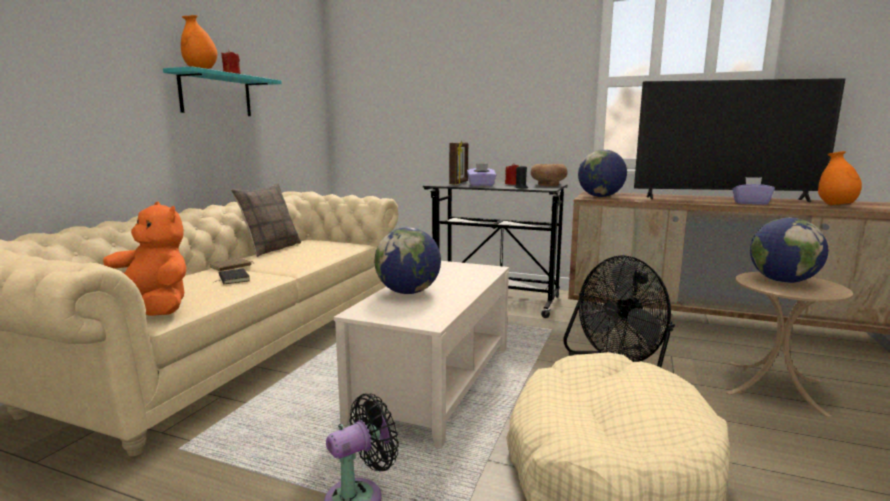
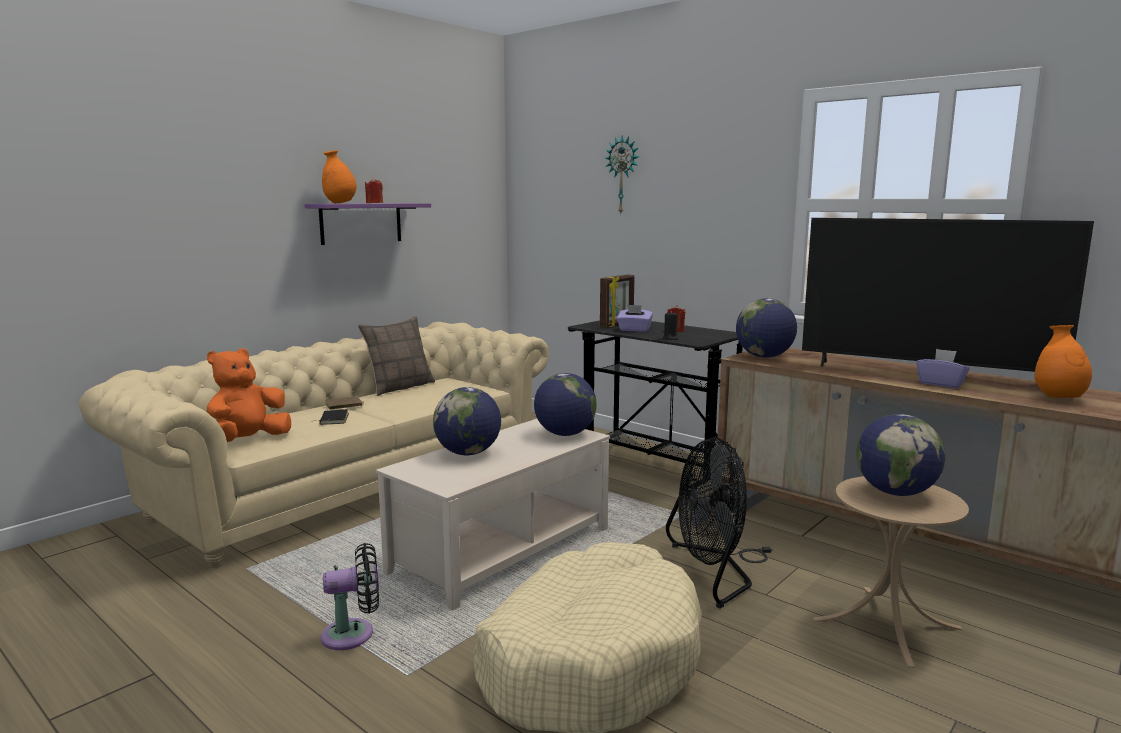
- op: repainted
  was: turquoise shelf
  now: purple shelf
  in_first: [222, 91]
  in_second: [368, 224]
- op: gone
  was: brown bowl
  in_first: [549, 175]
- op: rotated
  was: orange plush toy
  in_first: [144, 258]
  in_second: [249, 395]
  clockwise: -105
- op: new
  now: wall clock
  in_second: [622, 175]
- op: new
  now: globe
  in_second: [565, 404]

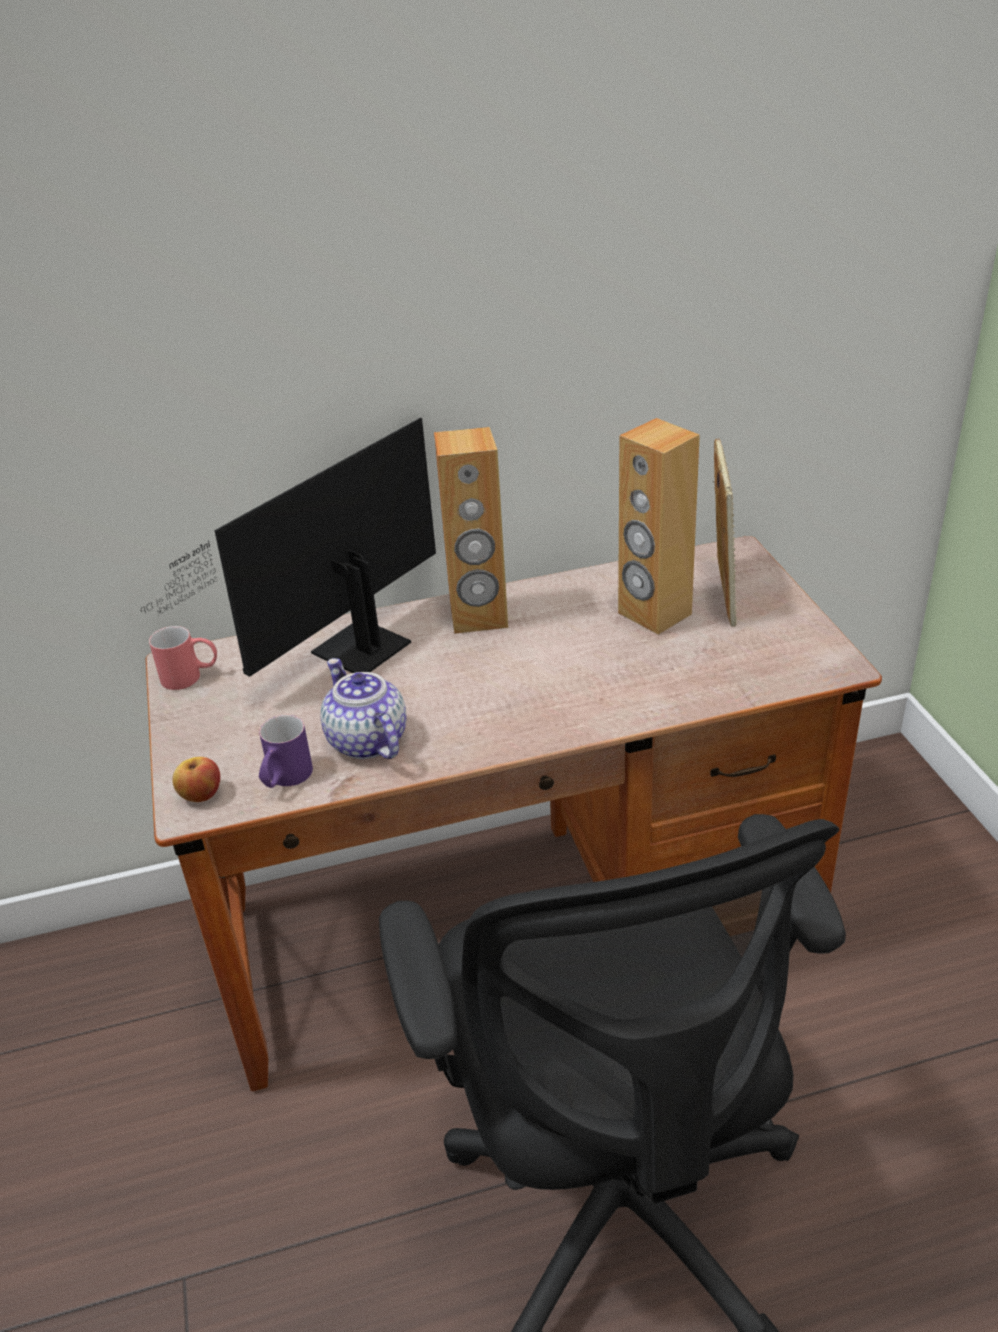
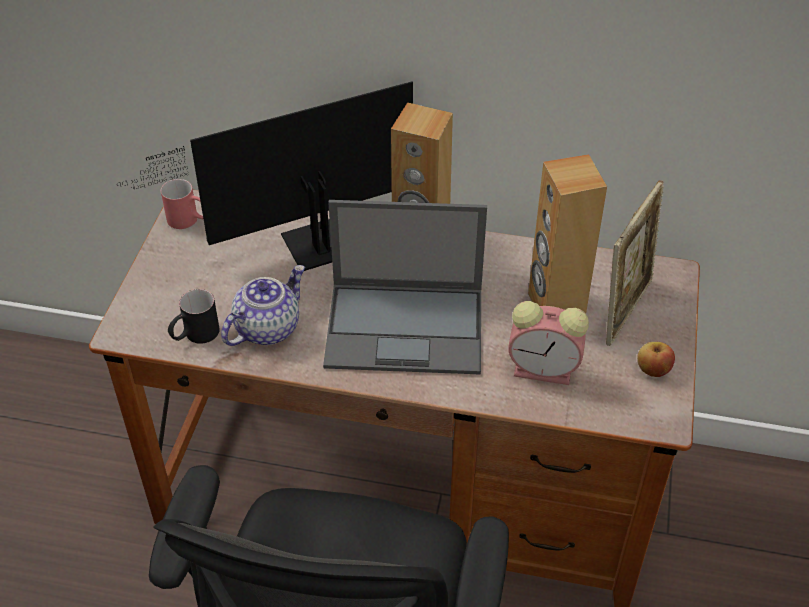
- op: rotated
  was: teapot
  in_first: [363, 708]
  in_second: [263, 305]
  clockwise: 45
- op: repainted
  was: purple mug
  now: black mug
  in_first: [286, 751]
  in_second: [194, 316]
- op: shifted
  was: apple
  in_first: [196, 779]
  in_second: [656, 359]
- op: new
  now: laptop
  in_second: [405, 287]
- op: new
  now: alarm clock
  in_second: [548, 343]

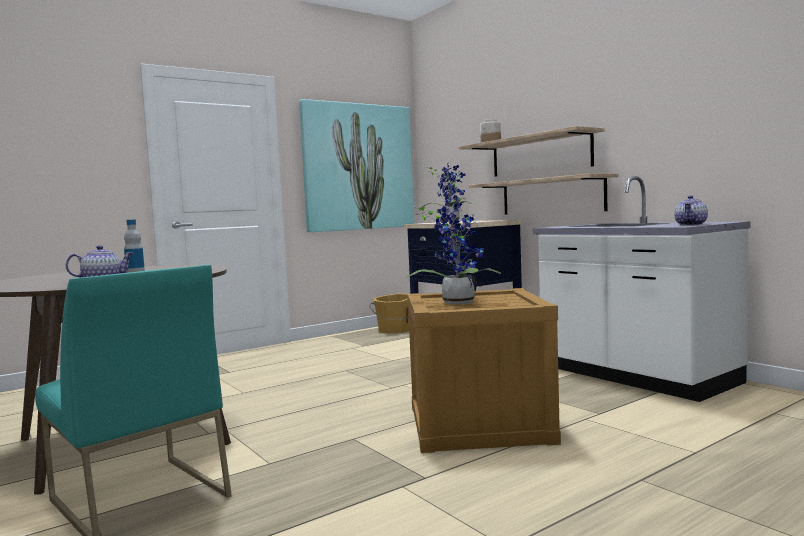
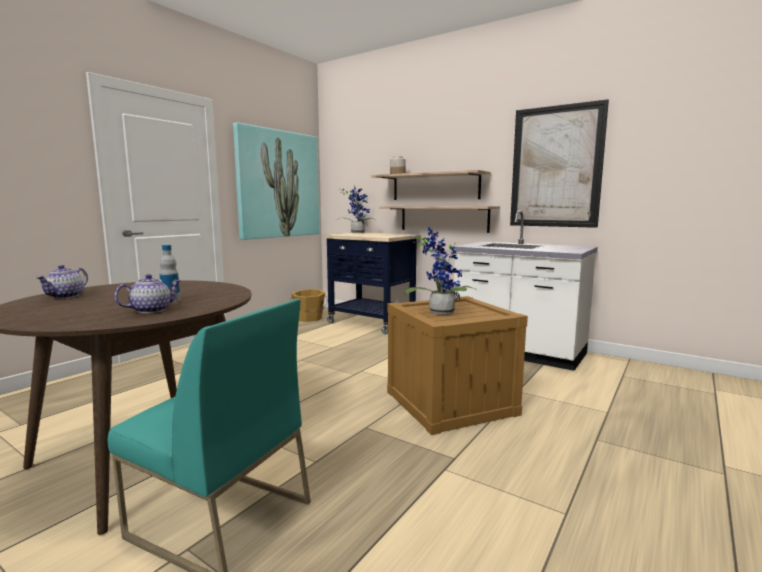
- op: shifted
  was: teapot
  in_first: [691, 210]
  in_second: [62, 282]
- op: new
  now: picture
  in_second: [559, 163]

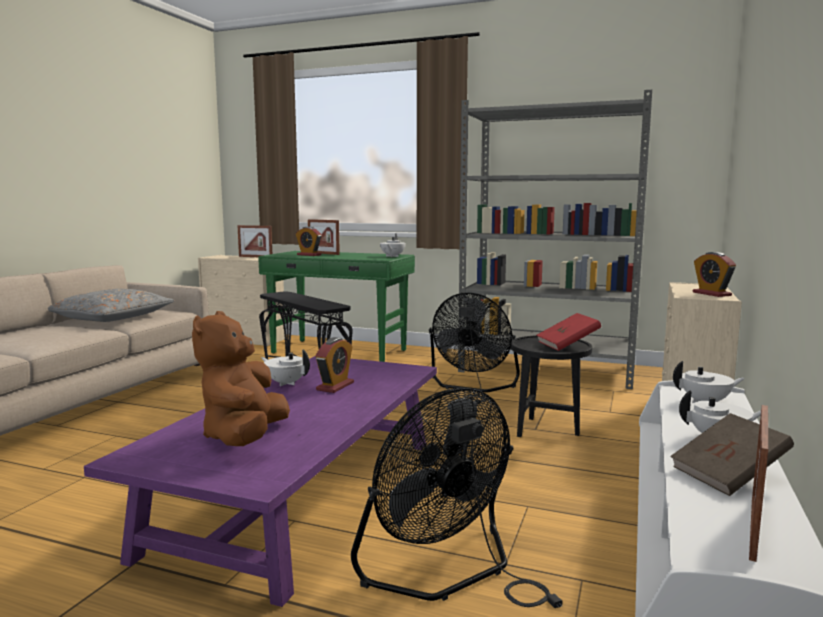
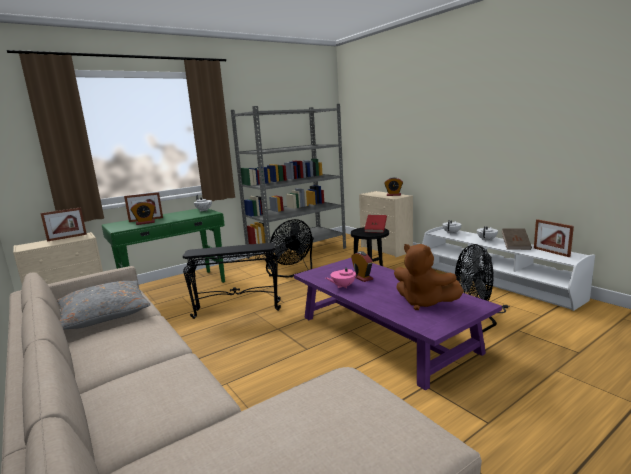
- op: repainted
  was: white teapot
  now: pink teapot
  in_first: [285, 367]
  in_second: [342, 276]

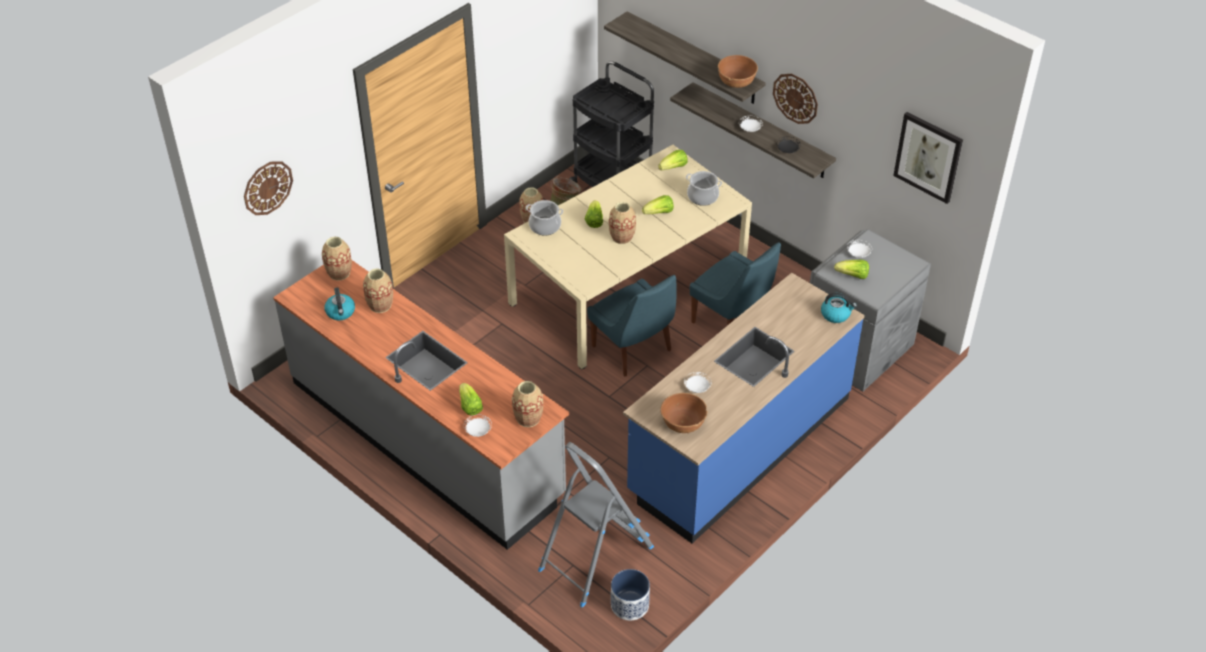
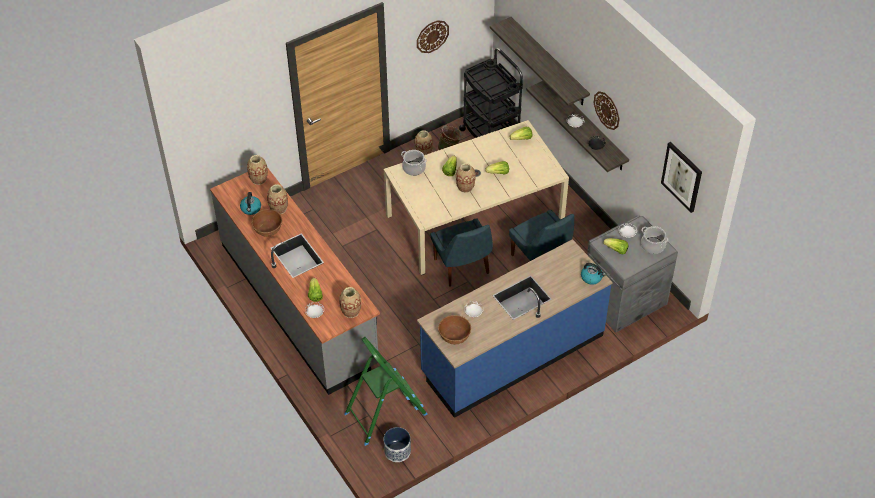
- op: shifted
  was: brown bowl
  in_first: [738, 71]
  in_second: [267, 223]
- op: shifted
  was: wall clock
  in_first: [268, 188]
  in_second: [433, 36]
- op: shifted
  was: cooking pot
  in_first: [704, 188]
  in_second: [655, 240]
- op: repainted
  was: grey step ladder
  now: green step ladder
  in_first: [596, 524]
  in_second: [386, 391]

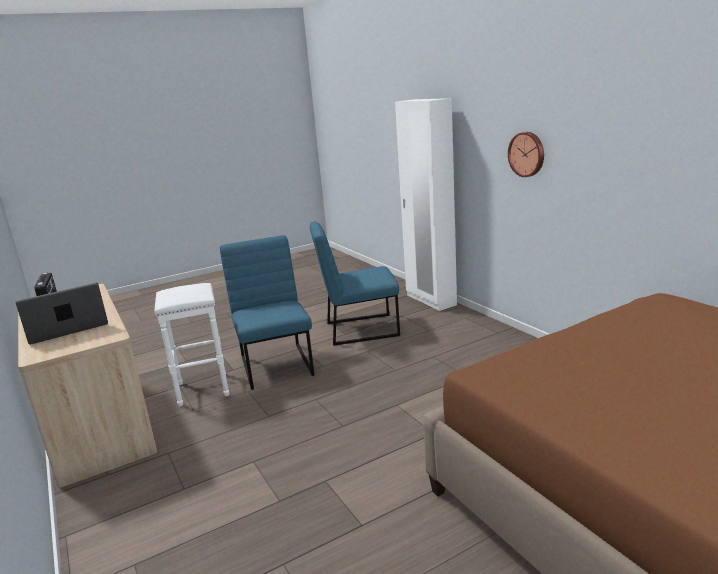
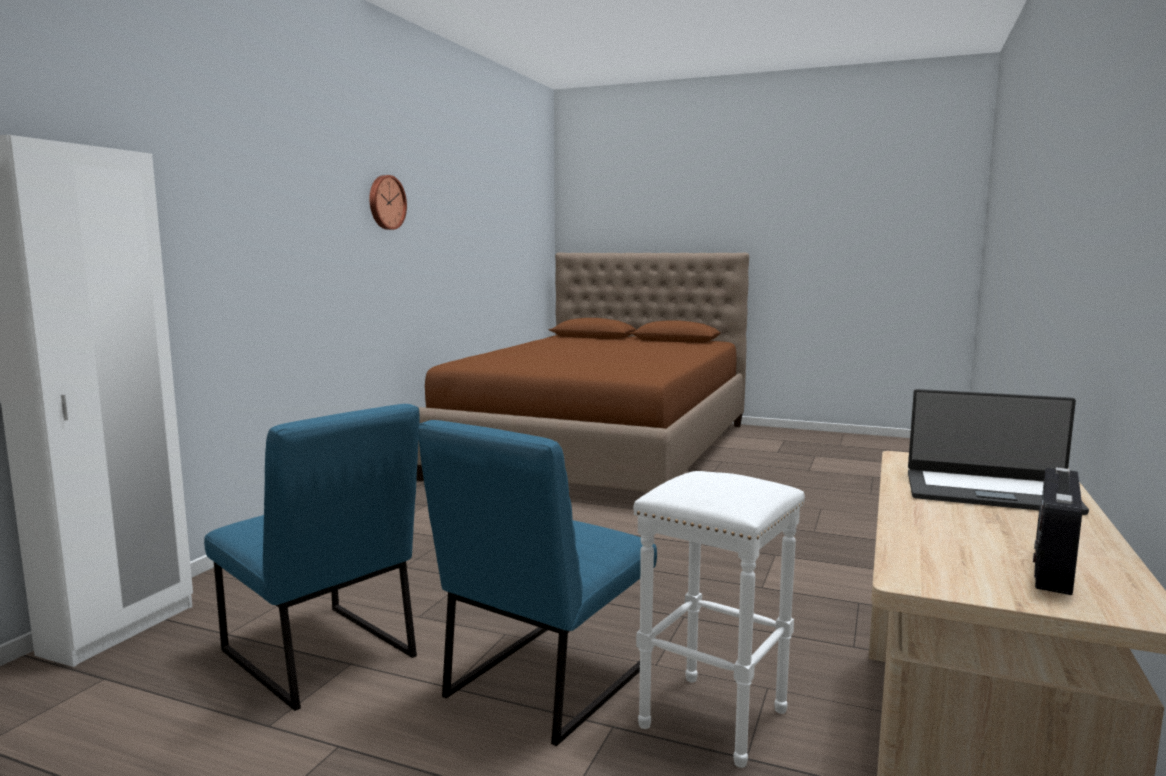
- op: shifted
  was: wall clock
  in_first: [526, 154]
  in_second: [388, 202]

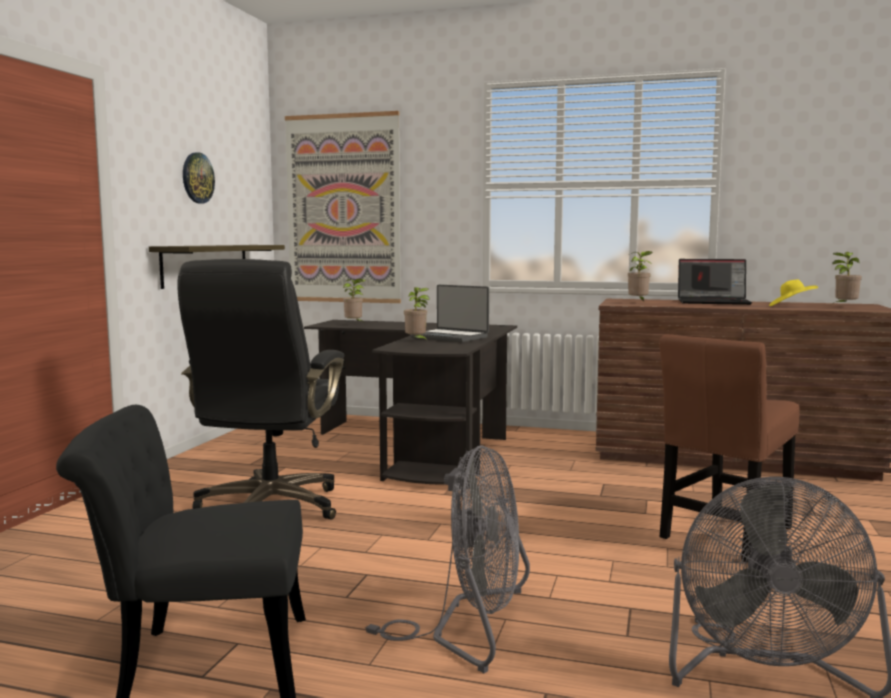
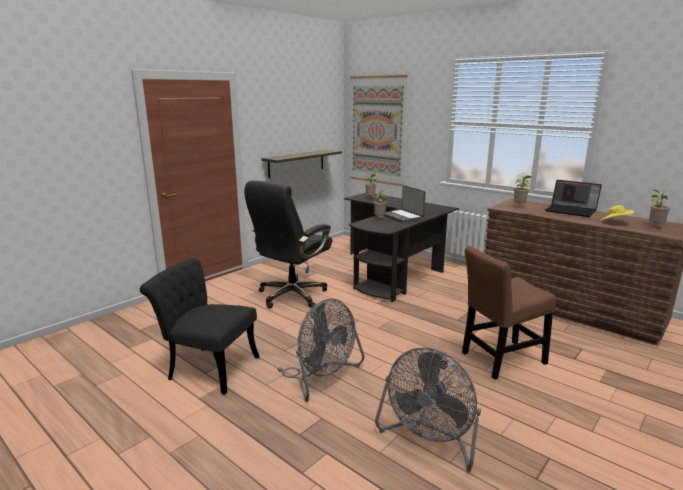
- op: gone
  was: wall clock
  in_first: [199, 178]

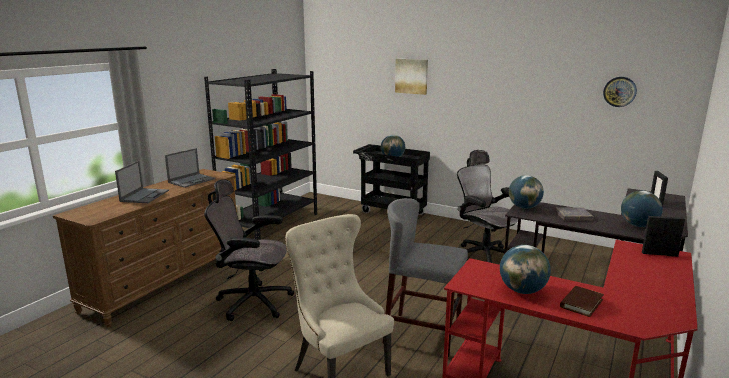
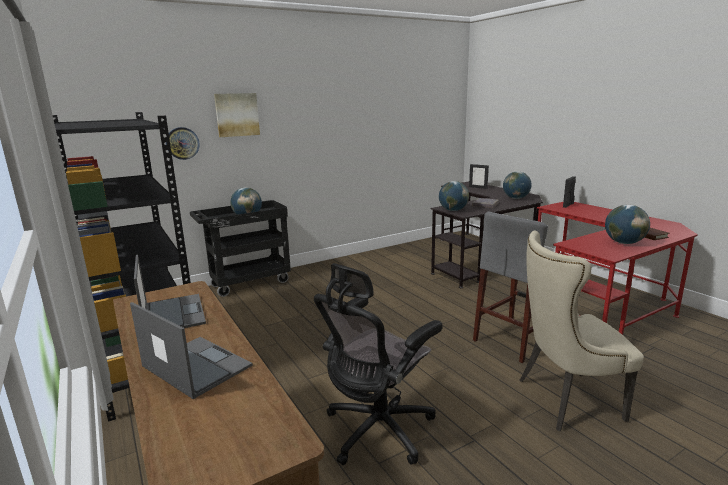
- op: shifted
  was: wall clock
  in_first: [620, 92]
  in_second: [183, 143]
- op: gone
  was: office chair
  in_first: [487, 206]

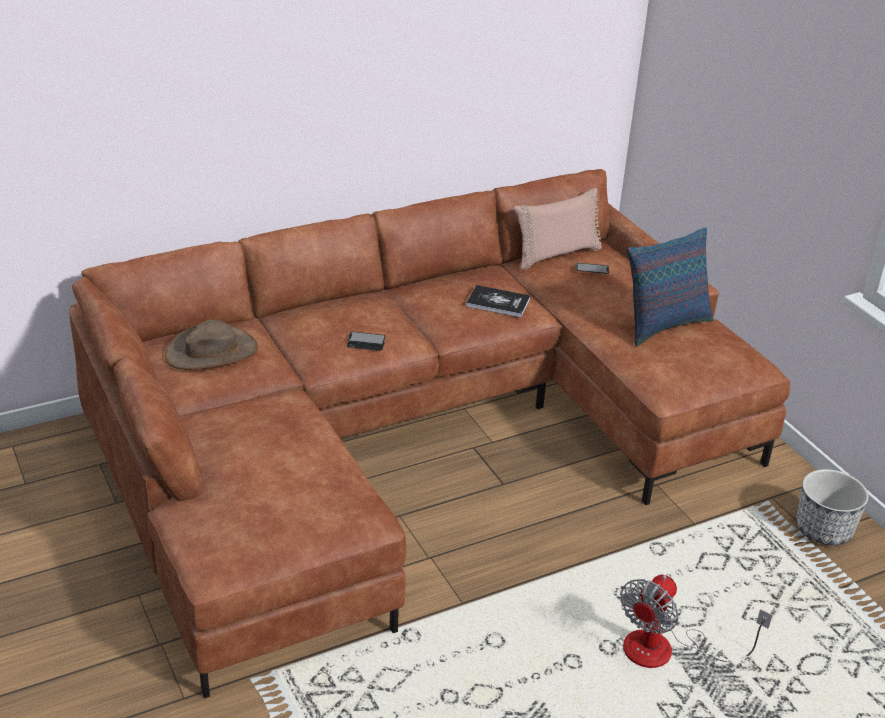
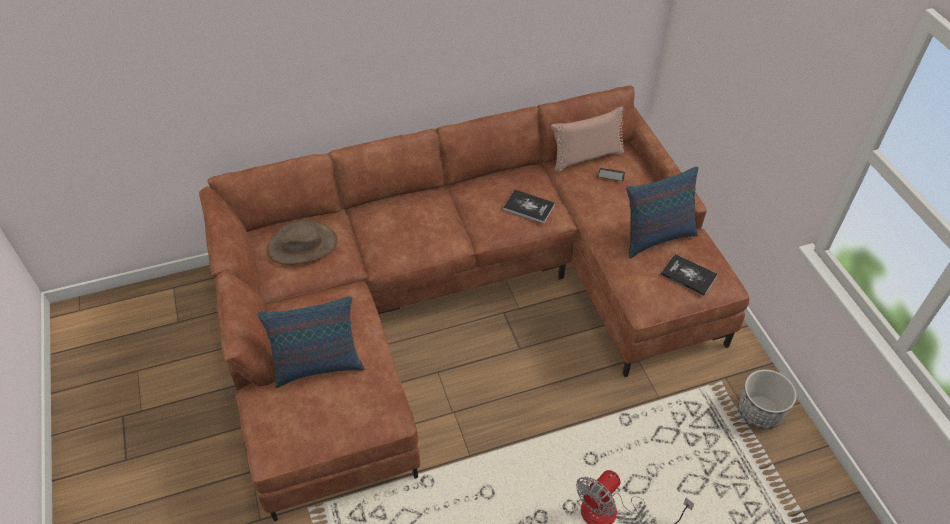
- op: gone
  was: phone
  in_first: [366, 341]
- op: new
  now: book
  in_second: [689, 275]
- op: new
  now: blue pillow
  in_second: [311, 342]

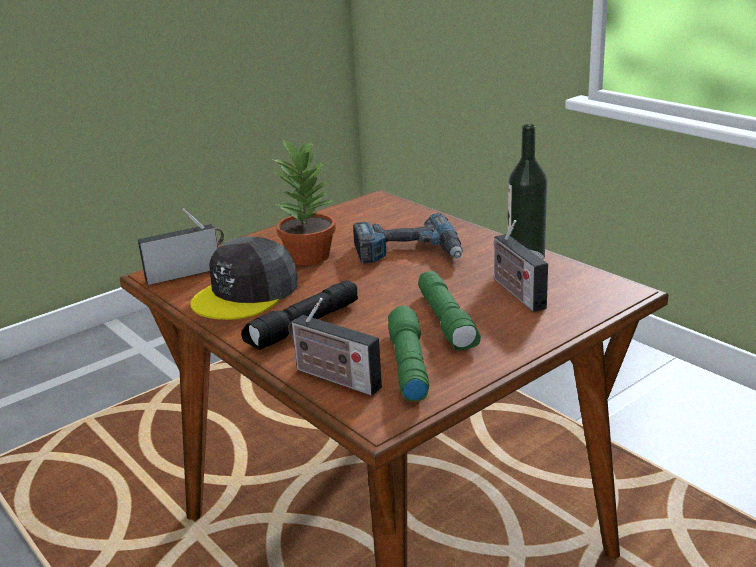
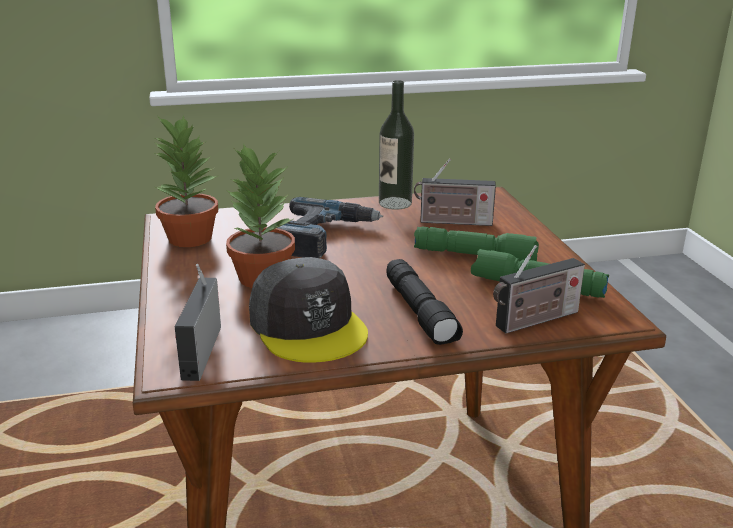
- op: new
  now: potted plant
  in_second: [186, 181]

